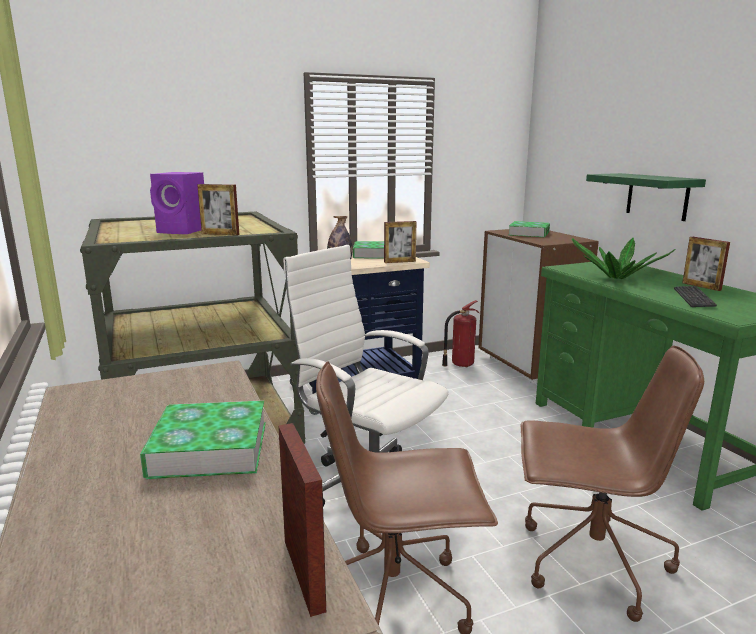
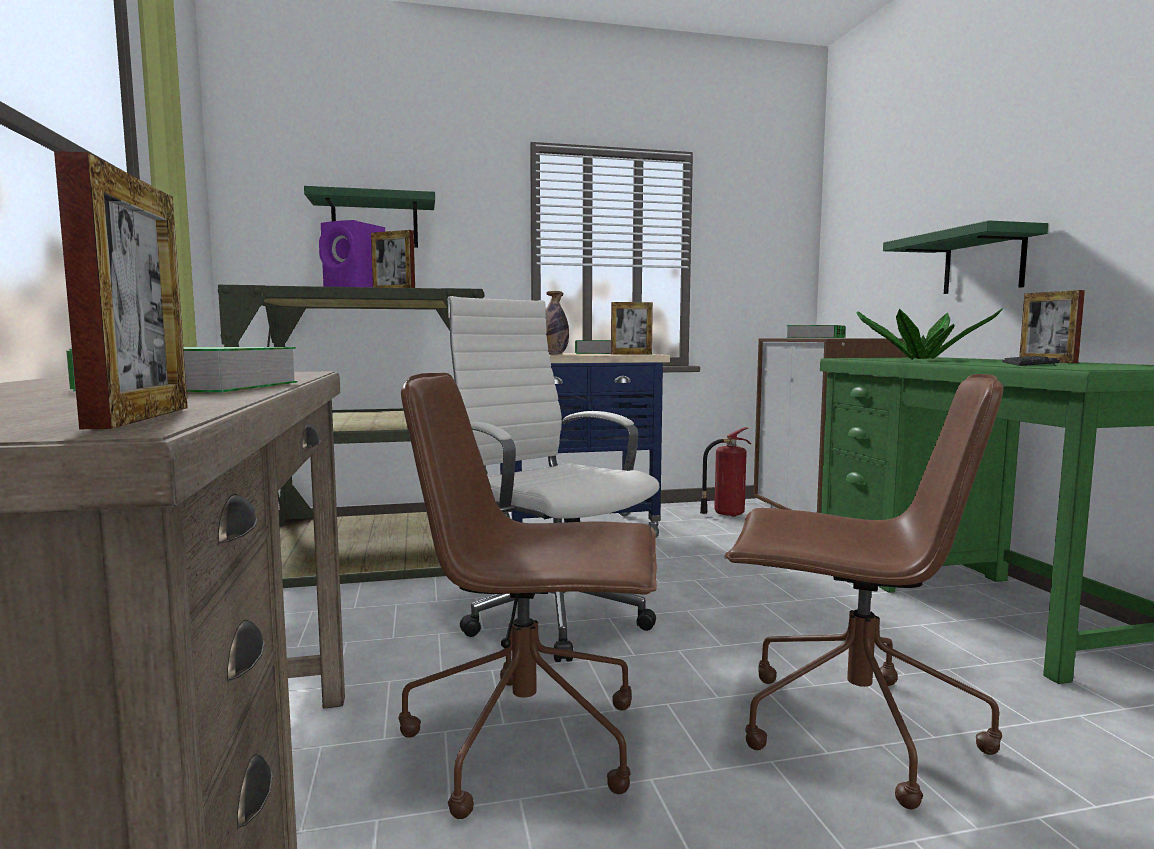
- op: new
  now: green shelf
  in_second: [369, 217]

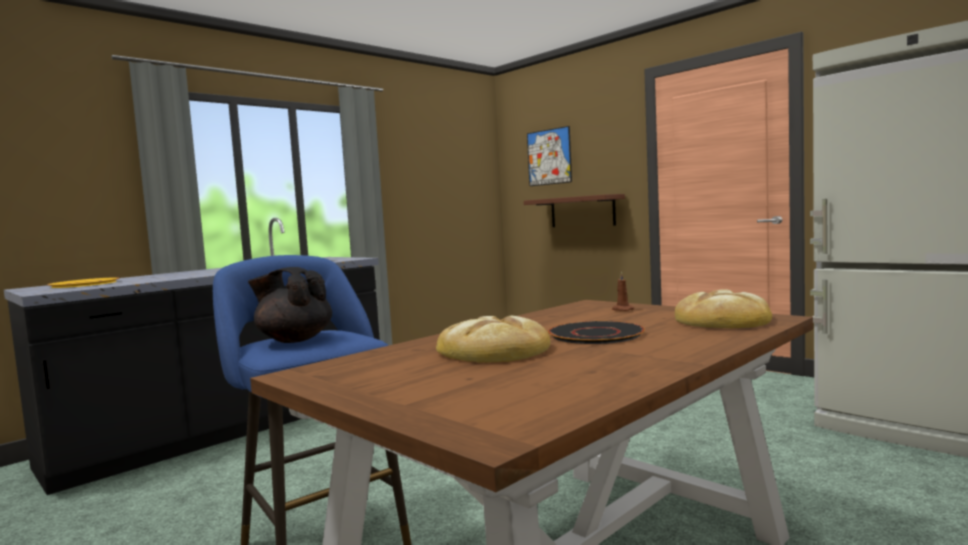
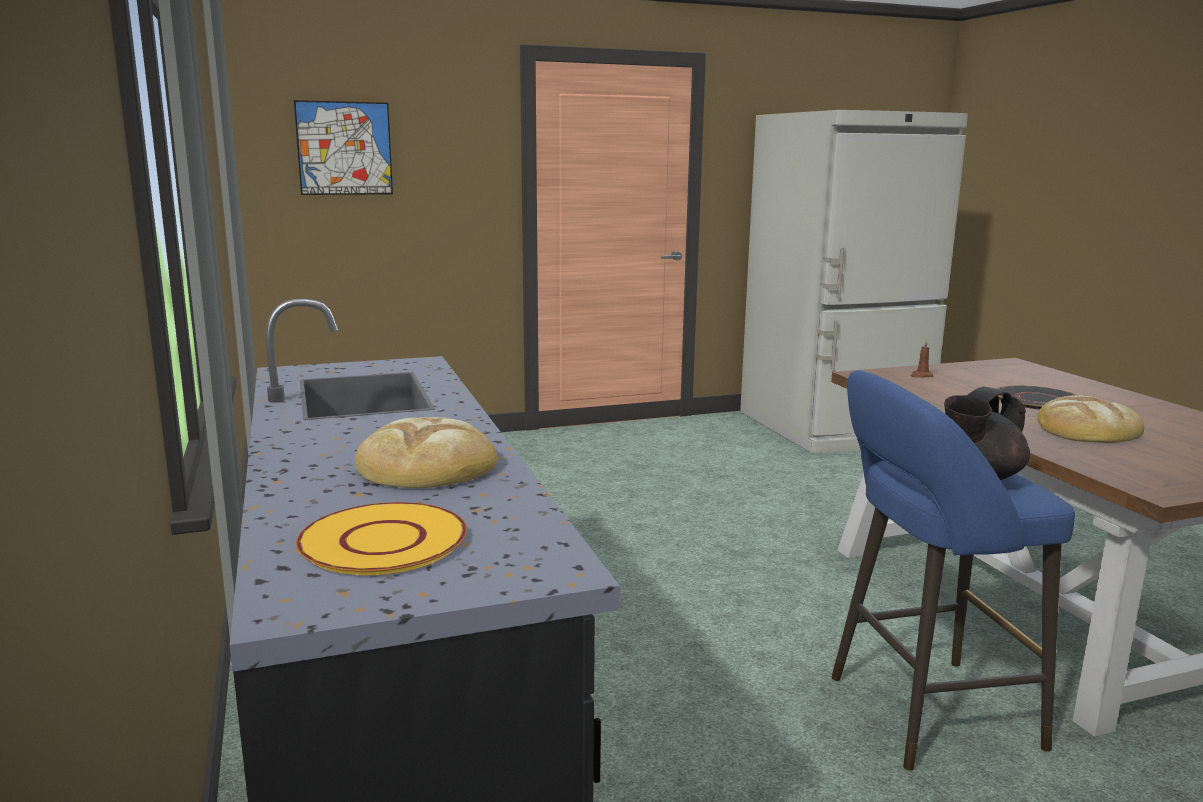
- op: gone
  was: brown shelf
  in_first: [574, 210]
- op: shifted
  was: bread
  in_first: [723, 308]
  in_second: [426, 452]

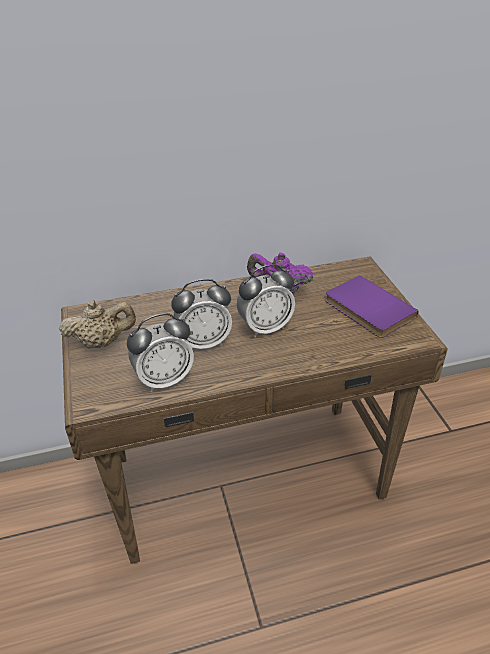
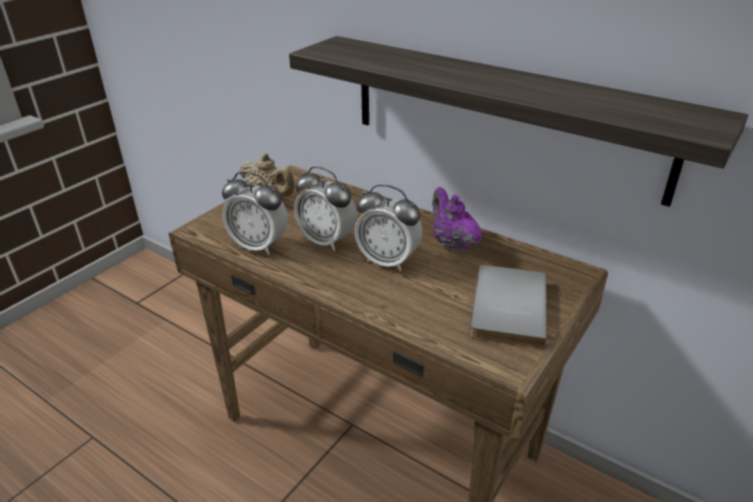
- op: repainted
  was: purple book
  now: grey book
  in_first: [372, 306]
  in_second: [508, 307]
- op: new
  now: shelf
  in_second: [518, 121]

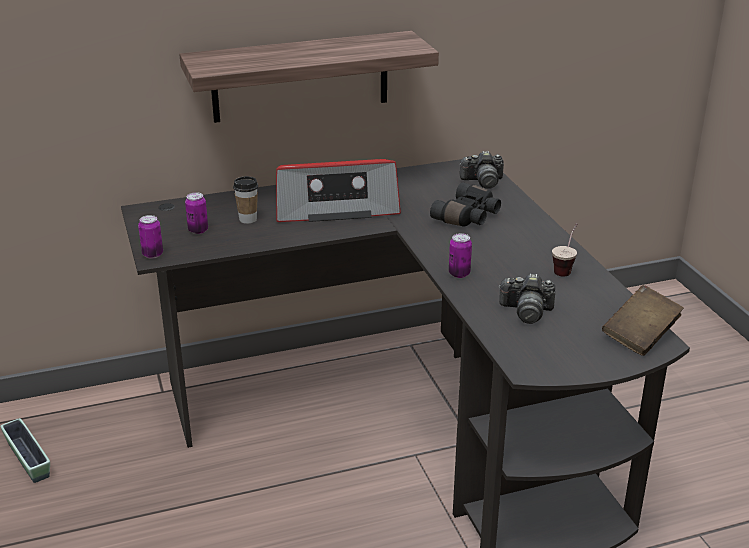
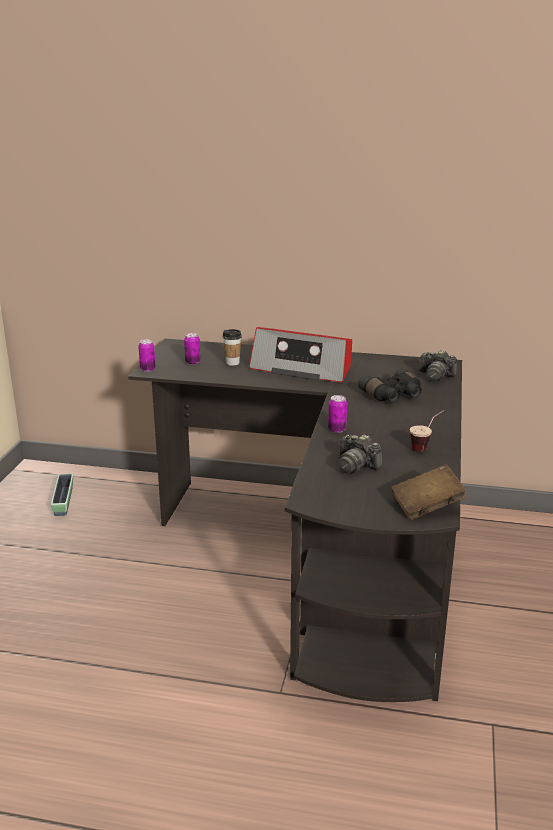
- op: gone
  was: shelf
  in_first: [309, 77]

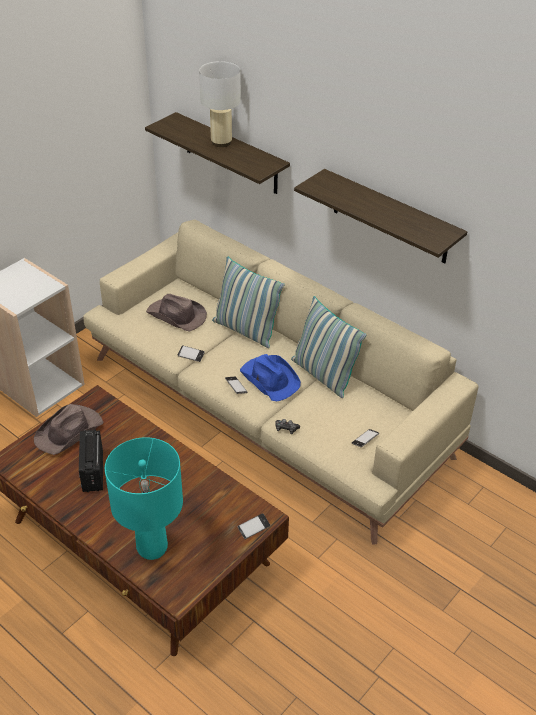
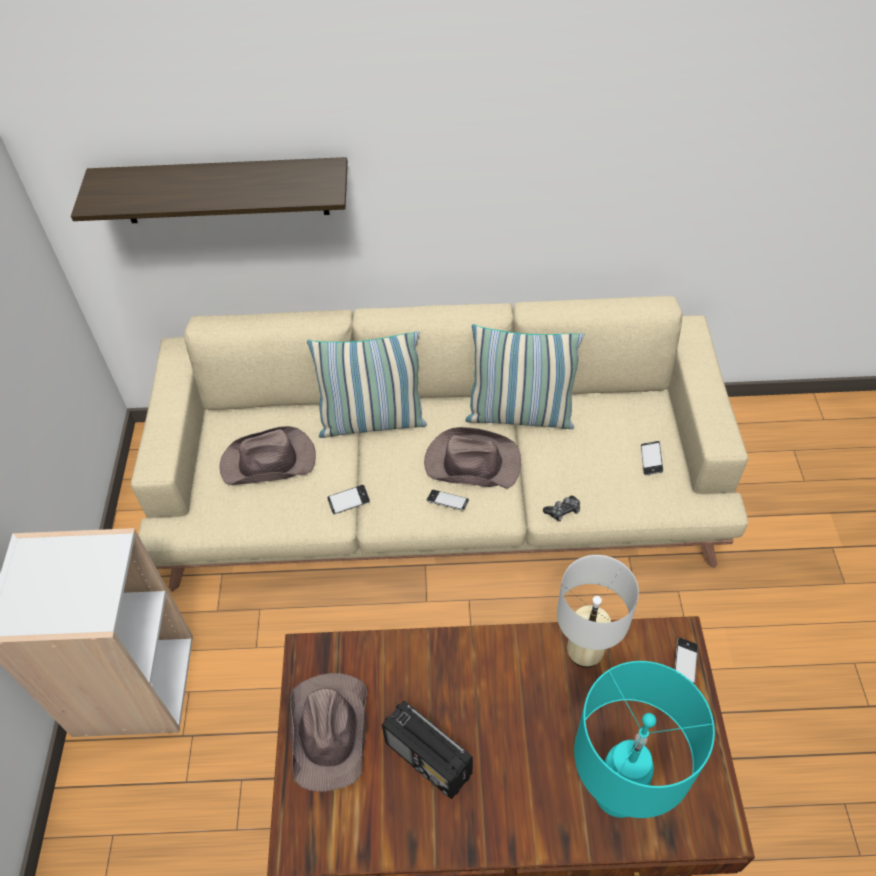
- op: shifted
  was: white table lamp
  in_first: [220, 104]
  in_second: [598, 611]
- op: gone
  was: shelf
  in_first: [380, 216]
- op: repainted
  was: blue hat
  now: brown hat
  in_first: [270, 377]
  in_second: [472, 458]

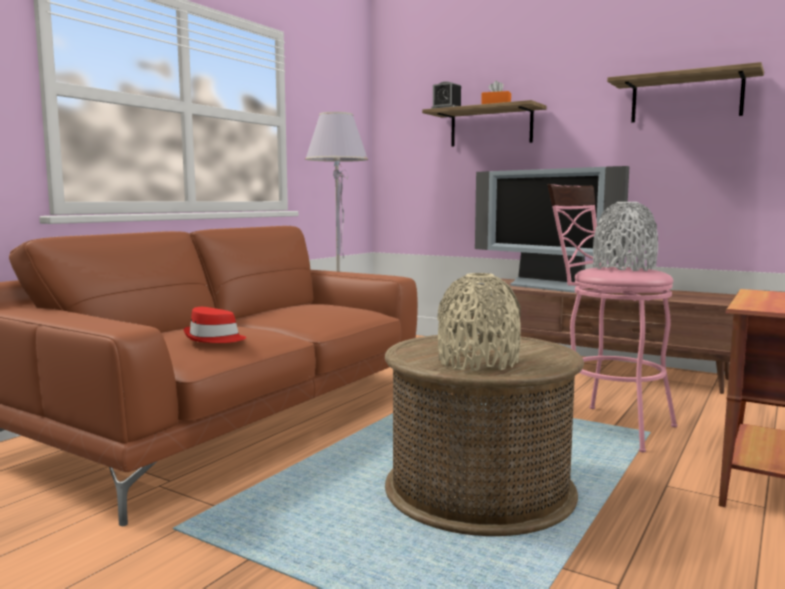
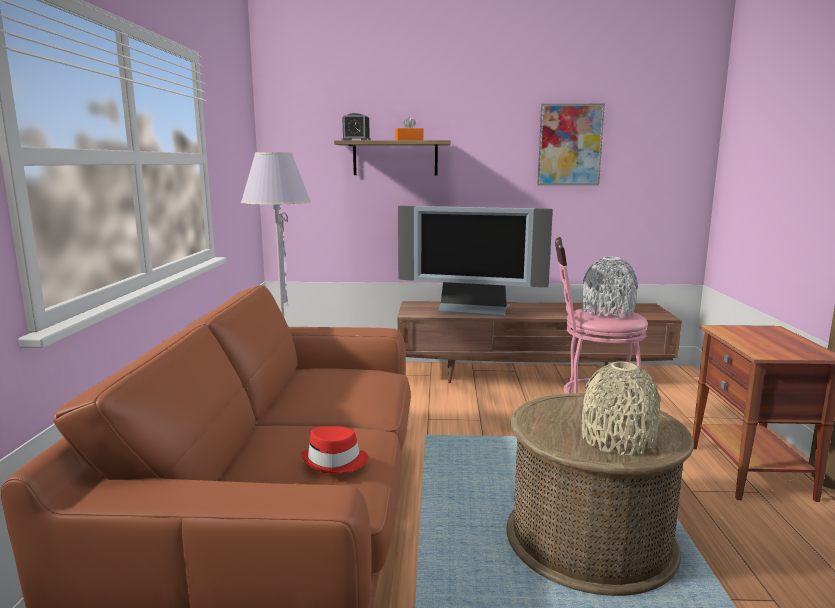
- op: swapped
  was: shelf
  now: picture
  in_first: [685, 92]
  in_second: [571, 145]

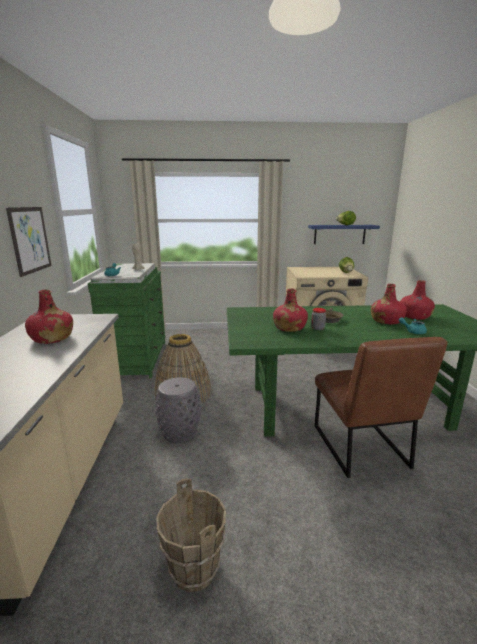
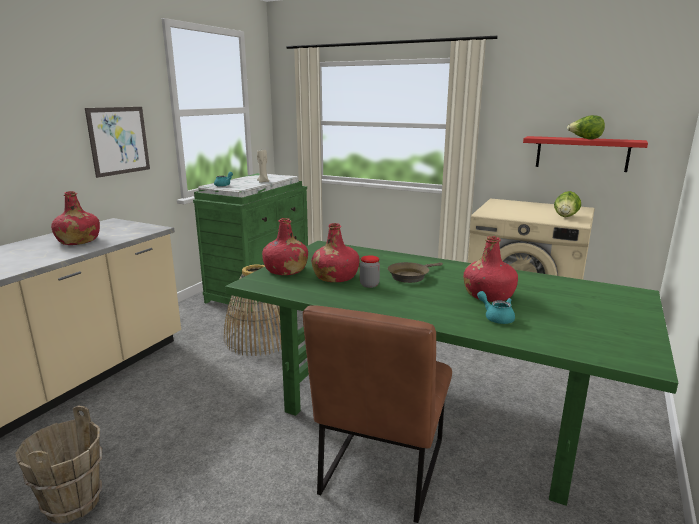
- op: repainted
  was: blue shelf
  now: red shelf
  in_first: [344, 234]
  in_second: [585, 154]
- op: shifted
  was: red bottle
  in_first: [417, 300]
  in_second: [285, 246]
- op: gone
  was: grey stool
  in_first: [178, 410]

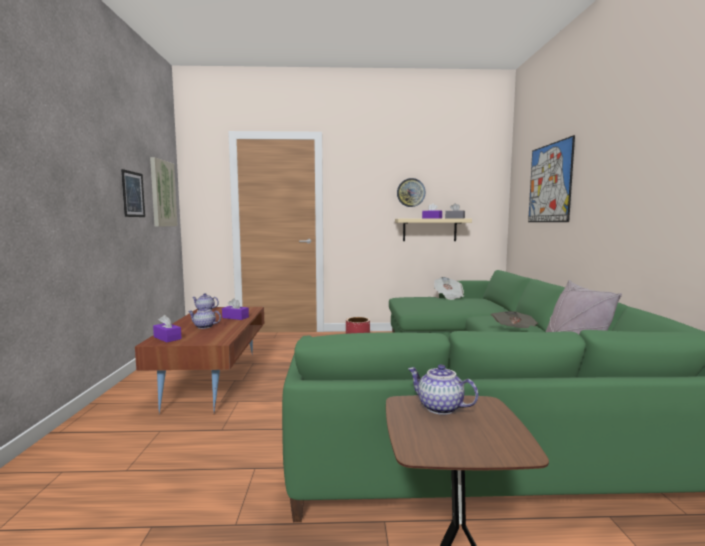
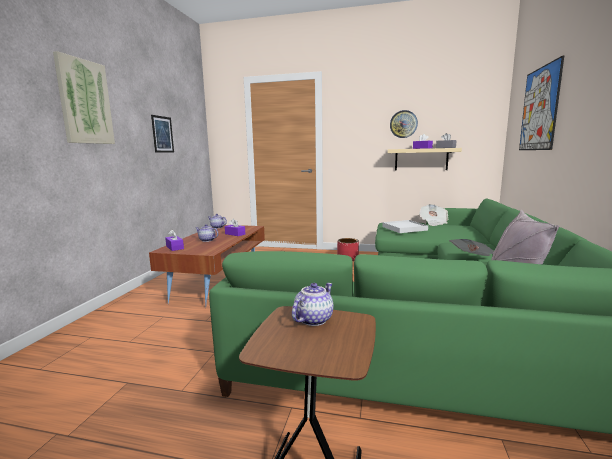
- op: shifted
  was: picture
  in_first: [164, 192]
  in_second: [84, 97]
- op: rotated
  was: teapot
  in_first: [443, 389]
  in_second: [312, 304]
  clockwise: 75
- op: new
  now: white tray
  in_second: [405, 226]

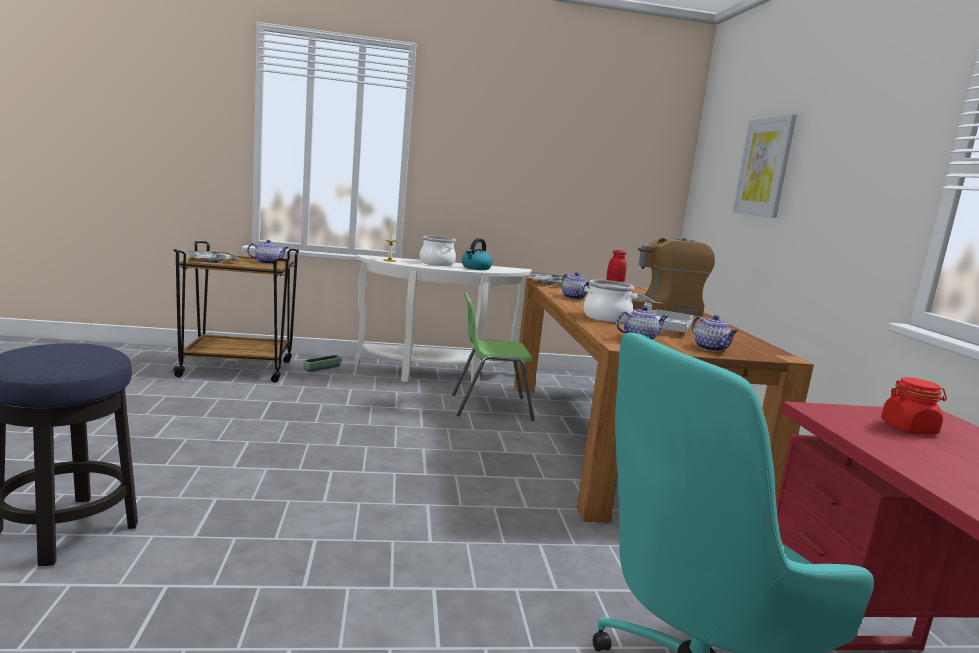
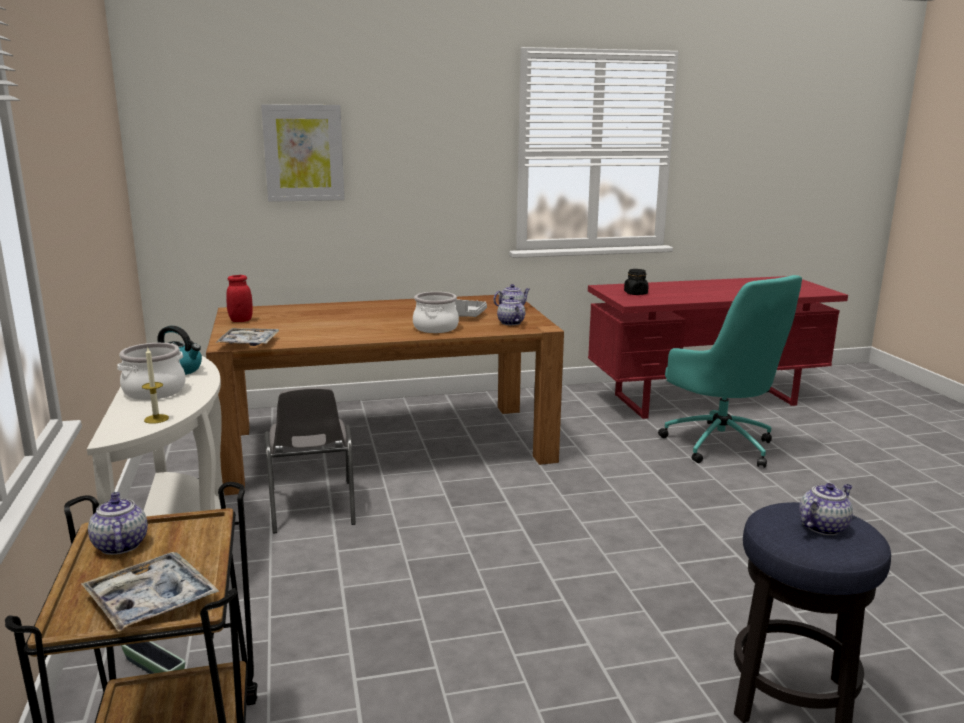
- op: gone
  was: coffee machine
  in_first: [673, 276]
- op: shifted
  was: teapot
  in_first: [575, 286]
  in_second: [826, 509]
- op: repainted
  was: green chair
  now: grey chair
  in_first: [493, 357]
  in_second: [310, 460]
- op: repainted
  was: red jar
  now: black jar
  in_first: [914, 405]
  in_second: [636, 282]

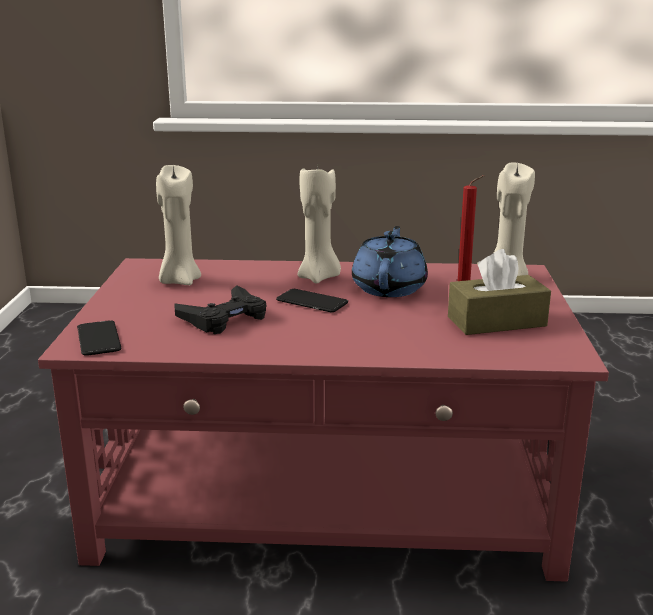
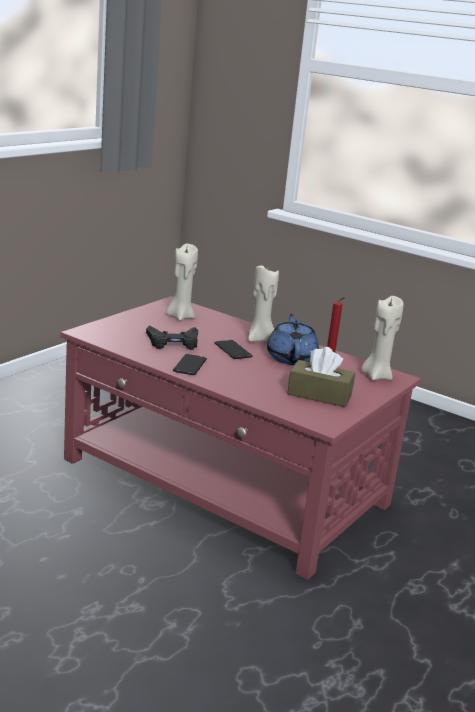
- op: rotated
  was: blue teapot
  in_first: [390, 261]
  in_second: [293, 339]
  clockwise: -45
- op: shifted
  was: phone
  in_first: [99, 338]
  in_second: [190, 364]

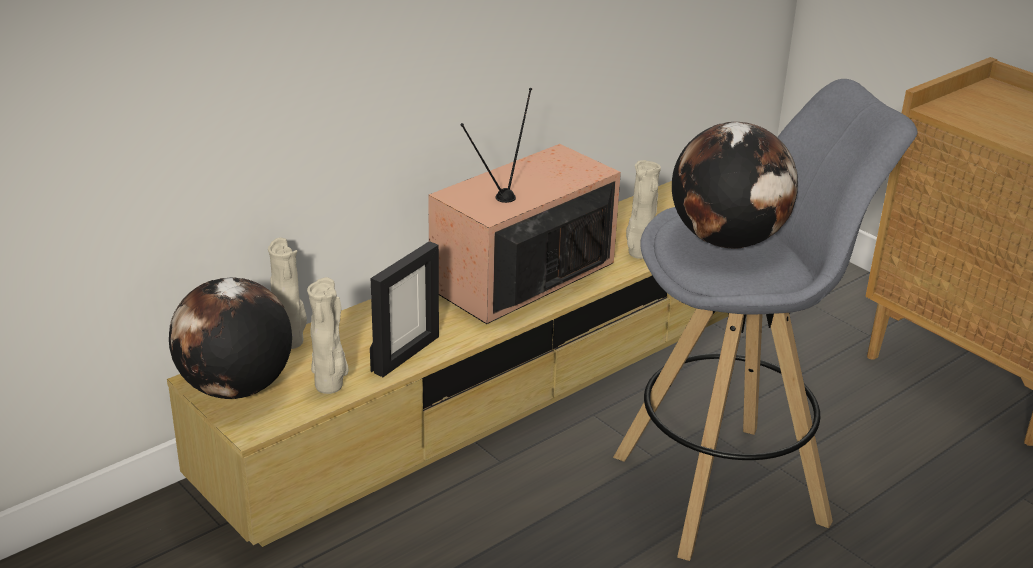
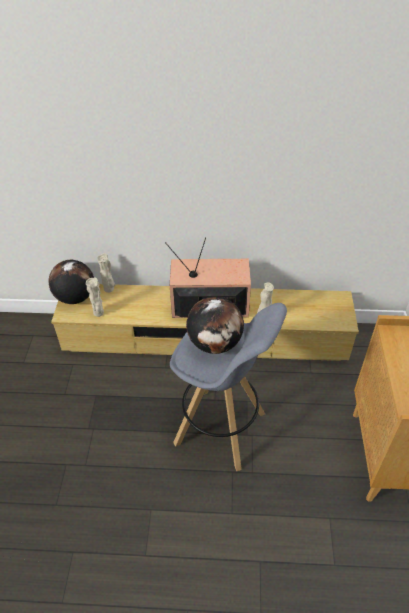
- op: gone
  was: picture frame
  in_first: [404, 309]

